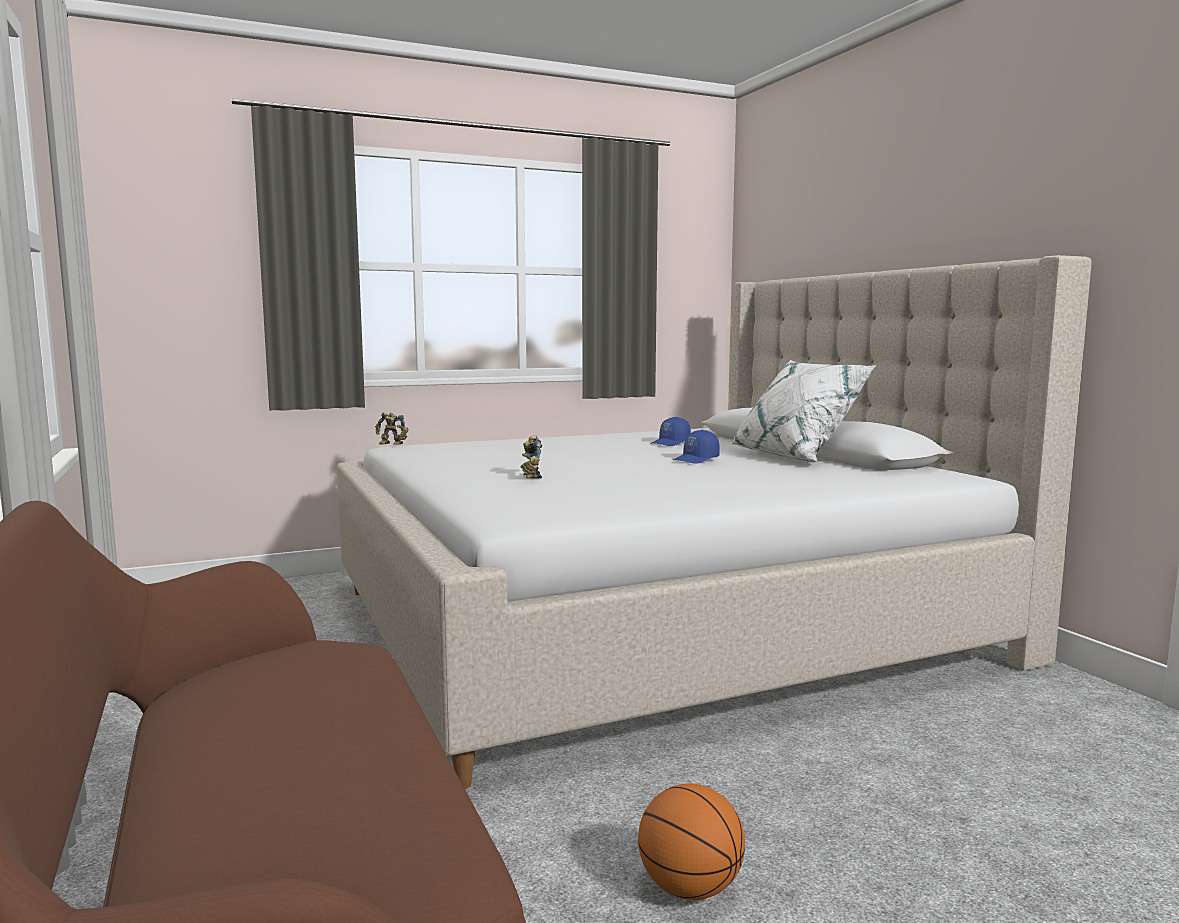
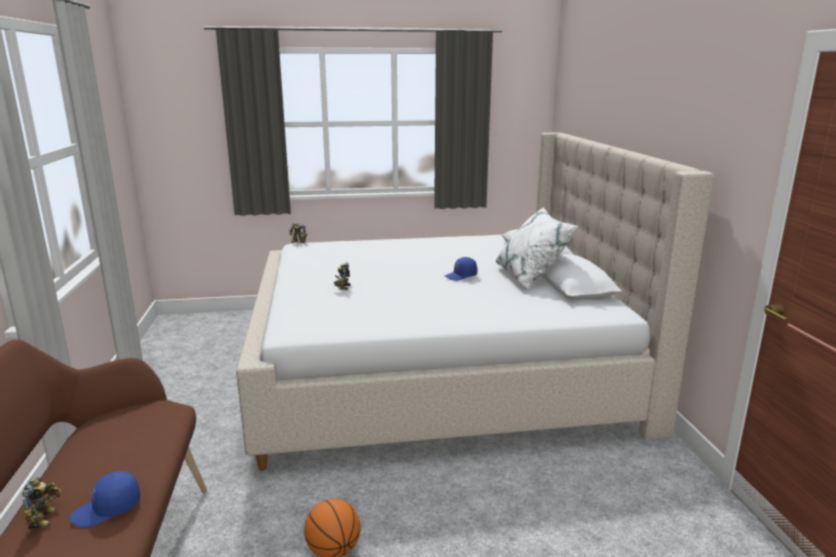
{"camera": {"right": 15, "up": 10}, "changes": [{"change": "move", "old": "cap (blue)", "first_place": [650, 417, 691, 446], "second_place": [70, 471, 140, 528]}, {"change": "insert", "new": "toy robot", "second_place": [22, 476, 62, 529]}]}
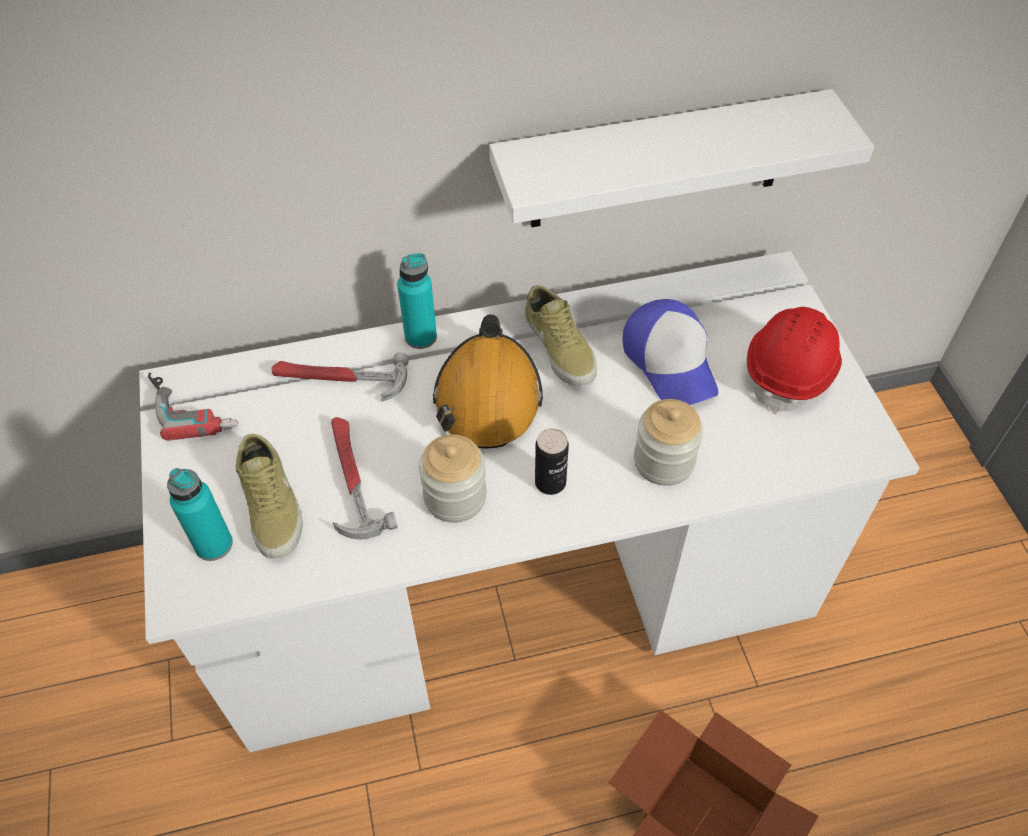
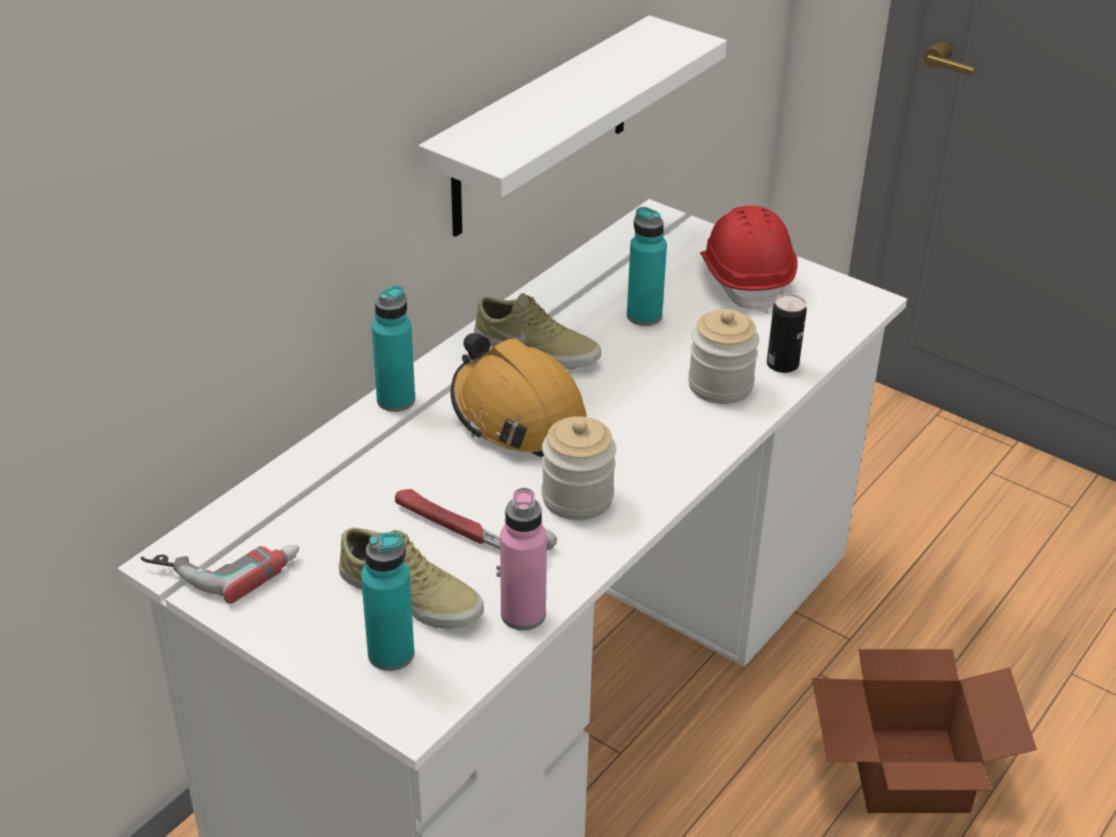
{"camera": {"right": -40, "up": -15}, "changes": [{"change": "delete", "old": "hammer", "first_place": [271, 352, 409, 402]}, {"change": "move", "old": "can", "first_place": [535, 428, 569, 495], "second_place": [767, 294, 807, 373]}, {"change": "replace", "old": "cap", "new": "bottle (turquoise)", "first_place": [623, 299, 718, 405], "second_place": [627, 207, 667, 326]}, {"change": "insert", "new": "bottle (pink)", "second_place": [500, 488, 547, 630]}]}
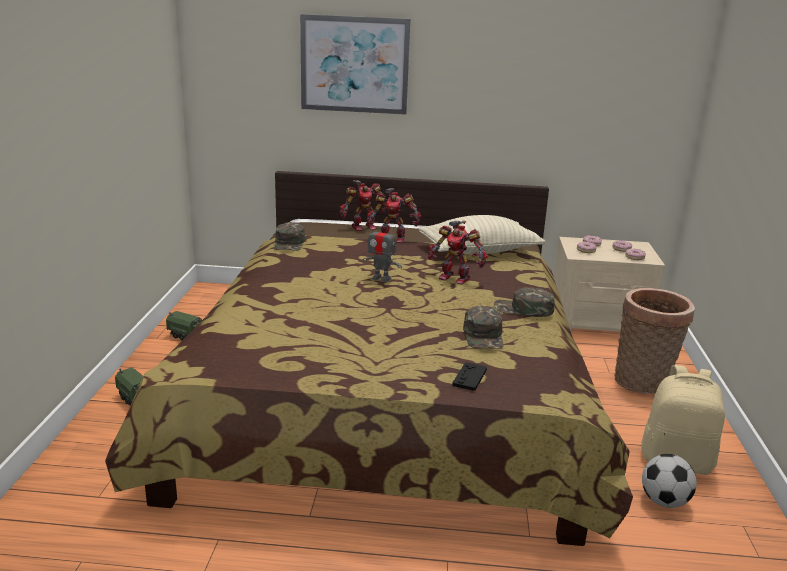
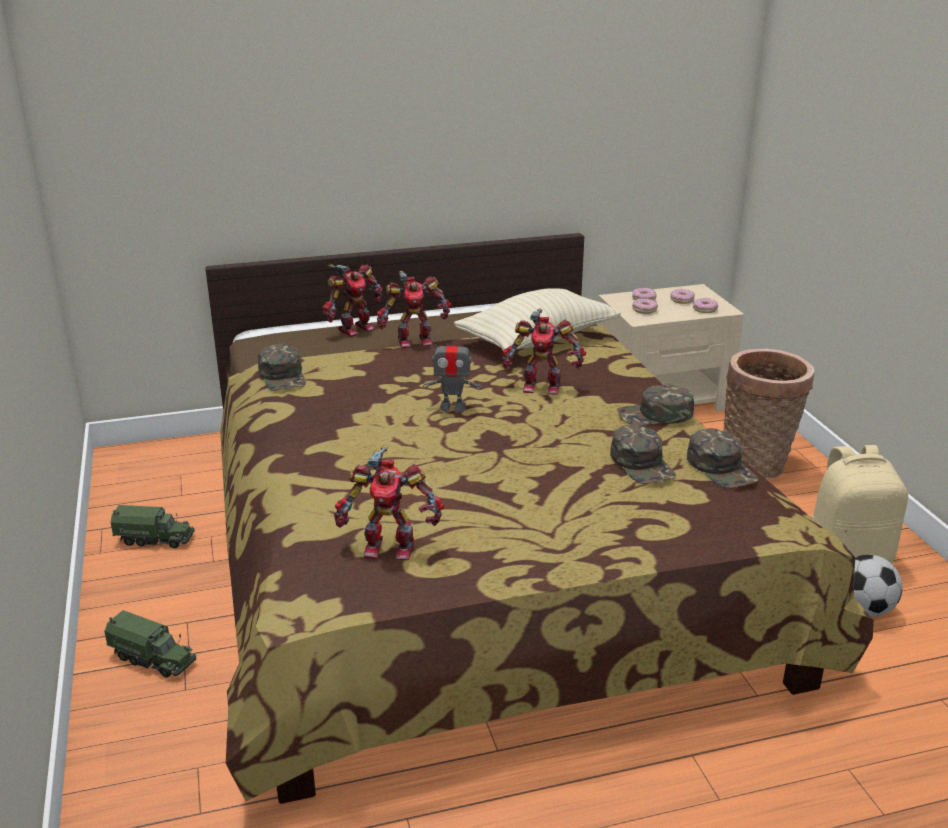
{"camera": {"right": -20, "up": 5}, "changes": [{"change": "delete", "old": "picture", "first_place": [300, 14, 410, 115]}, {"change": "delete", "old": "game controller (black)", "first_place": [452, 362, 487, 391]}, {"change": "insert", "new": "toy robot", "second_place": [334, 445, 444, 560]}, {"change": "insert", "new": "cap (green)", "second_place": [687, 428, 758, 488]}]}
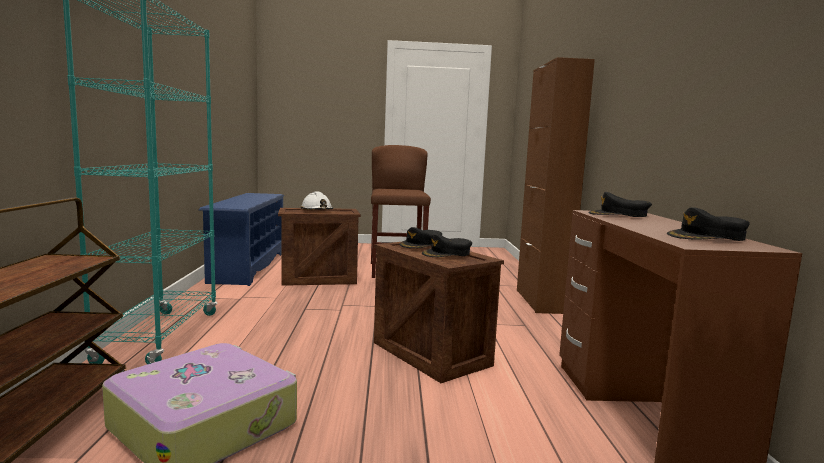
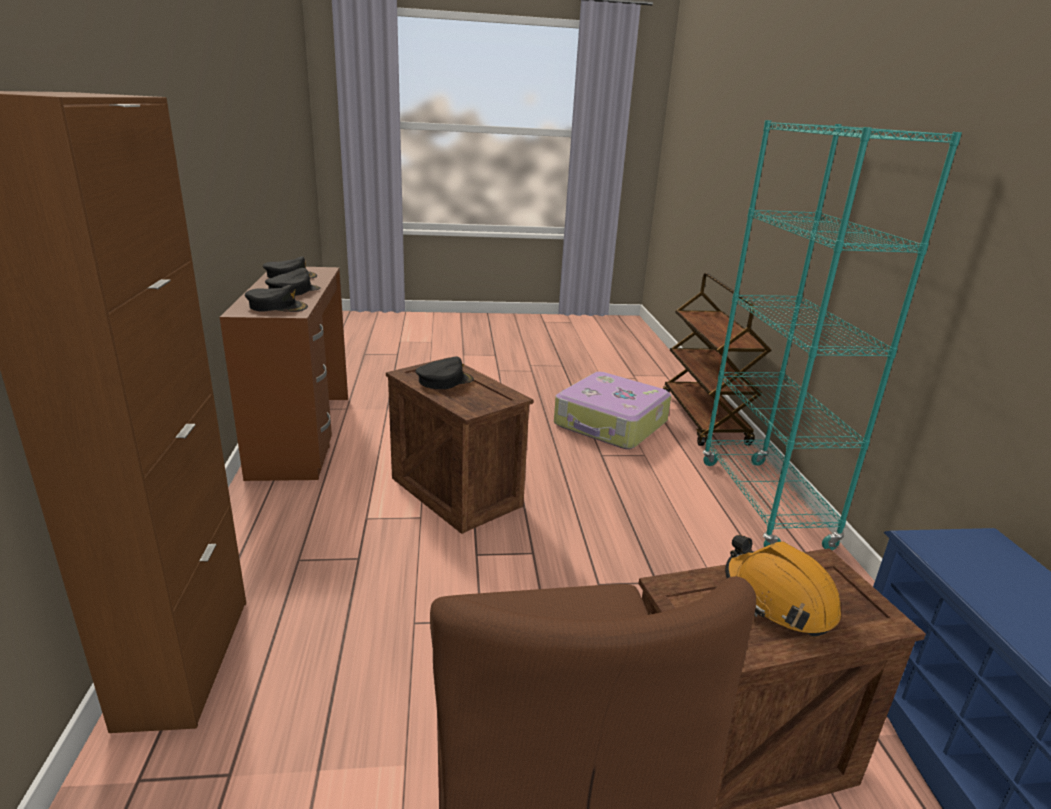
{"camera": {"right": 175, "up": 15}, "changes": [{"change": "recolor", "old": "hard hat (white)", "new": "hard hat (orange)", "first_place": [301, 192, 333, 210], "second_place": [725, 535, 841, 637]}, {"change": "move", "old": "cap (black)", "first_place": [399, 227, 442, 248], "second_place": [265, 268, 321, 296]}]}
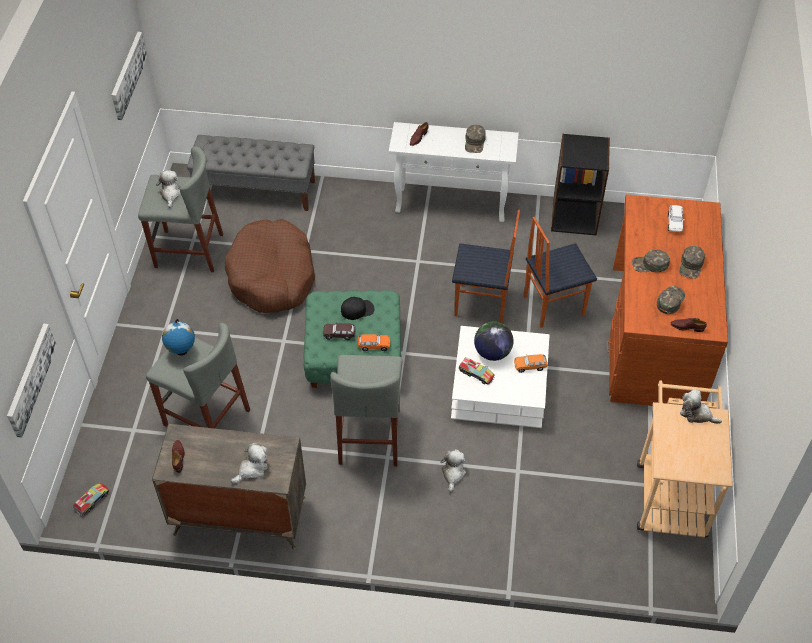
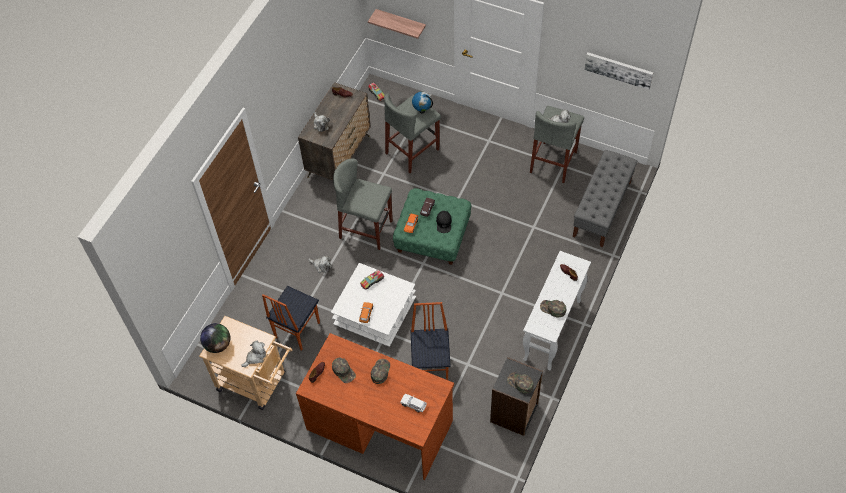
{"camera": {"right": 110, "up": 5}, "changes": [{"change": "replace", "old": "picture", "new": "shelf", "first_place": [7, 324, 57, 438], "second_place": [368, 9, 426, 39]}, {"change": "delete", "old": "dog bed (brown)", "first_place": [225, 219, 315, 313]}, {"change": "move", "old": "chair", "first_place": [452, 210, 520, 323], "second_place": [262, 286, 320, 351]}, {"change": "move", "old": "globe", "first_place": [474, 321, 514, 361], "second_place": [200, 323, 230, 353]}, {"change": "move", "old": "cap (green)", "first_place": [679, 246, 705, 279], "second_place": [507, 373, 534, 393]}]}
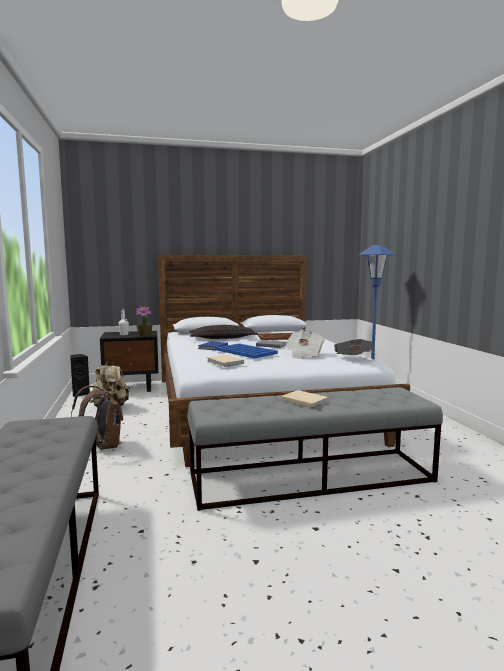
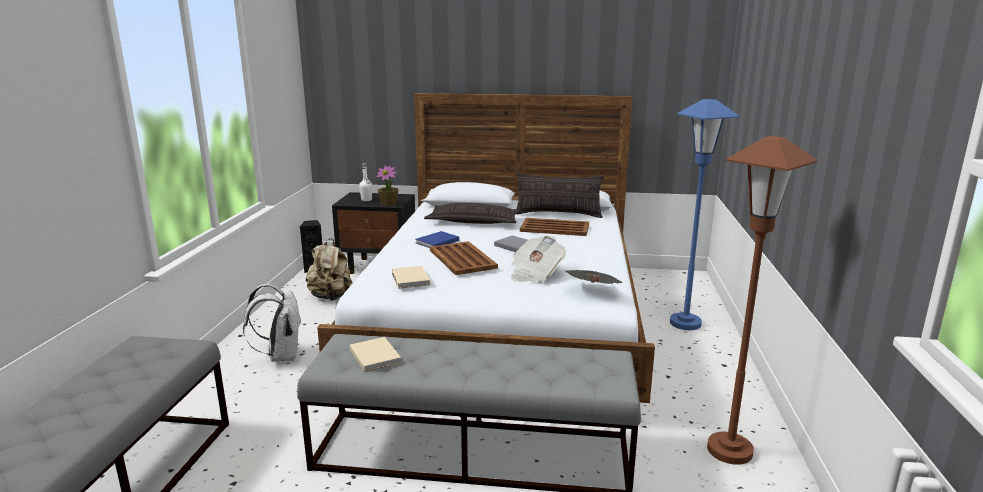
{"camera": {"right": 20, "up": 10}, "changes": [{"change": "recolor", "old": "backpack (brown)", "new": "backpack (white)", "first_place": [71, 385, 123, 450], "second_place": [243, 284, 302, 362]}, {"change": "recolor", "old": "tray (blue)", "new": "tray (brown)", "first_place": [216, 343, 278, 359], "second_place": [430, 241, 498, 275]}, {"change": "move", "old": "book (beige)", "first_place": [281, 390, 328, 408], "second_place": [350, 337, 401, 372]}, {"change": "insert", "new": "pillow", "second_place": [516, 172, 604, 218]}, {"change": "insert", "new": "floor lamp (brown)", "second_place": [707, 136, 818, 465]}]}
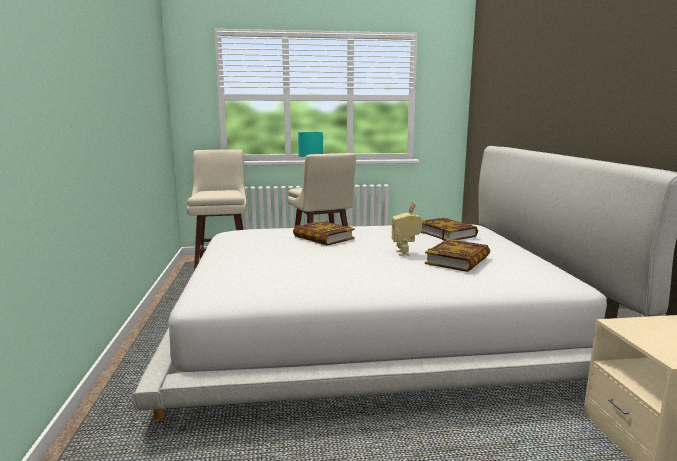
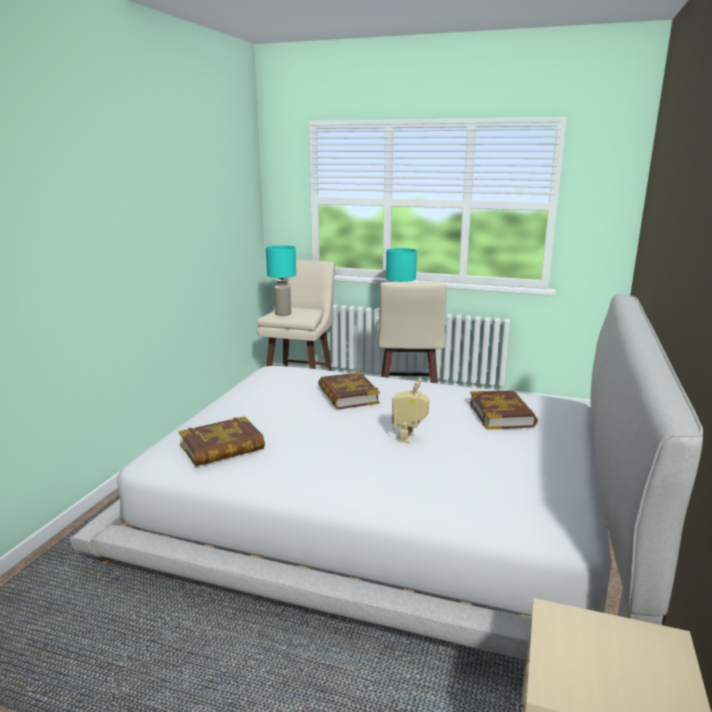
{"camera": {"right": 25, "up": 5}, "changes": [{"change": "move", "old": "book", "first_place": [425, 239, 490, 272], "second_place": [179, 416, 265, 466]}, {"change": "insert", "new": "table lamp (turquoise)", "second_place": [266, 245, 296, 316]}]}
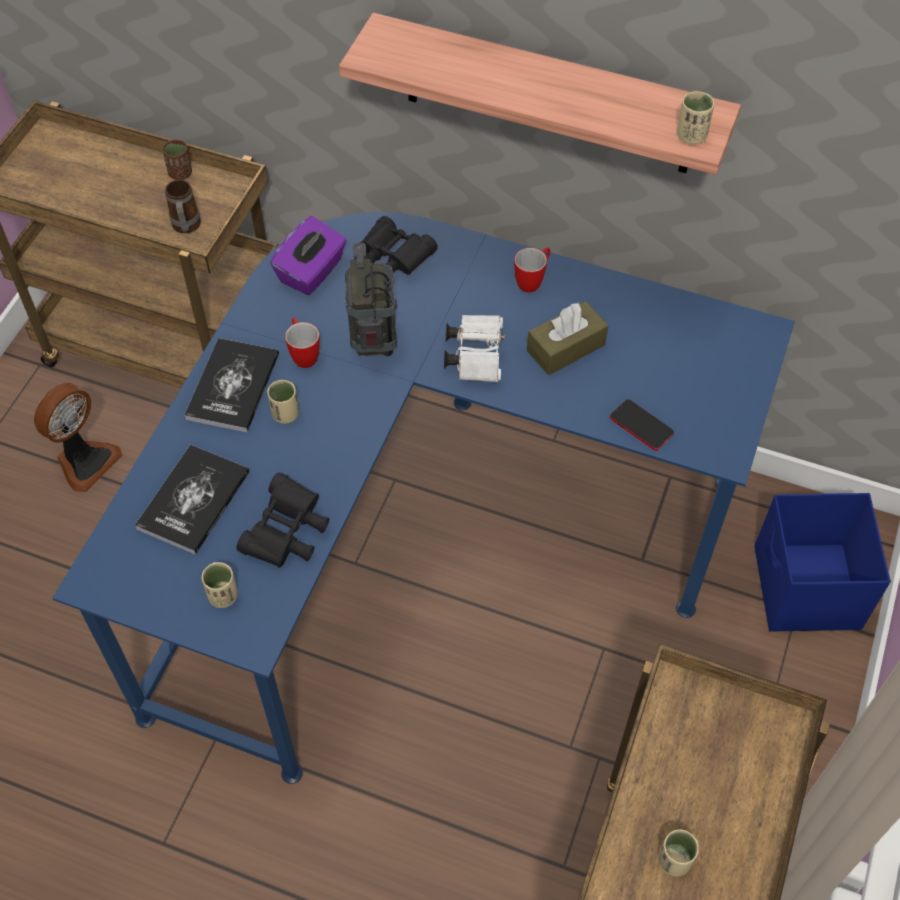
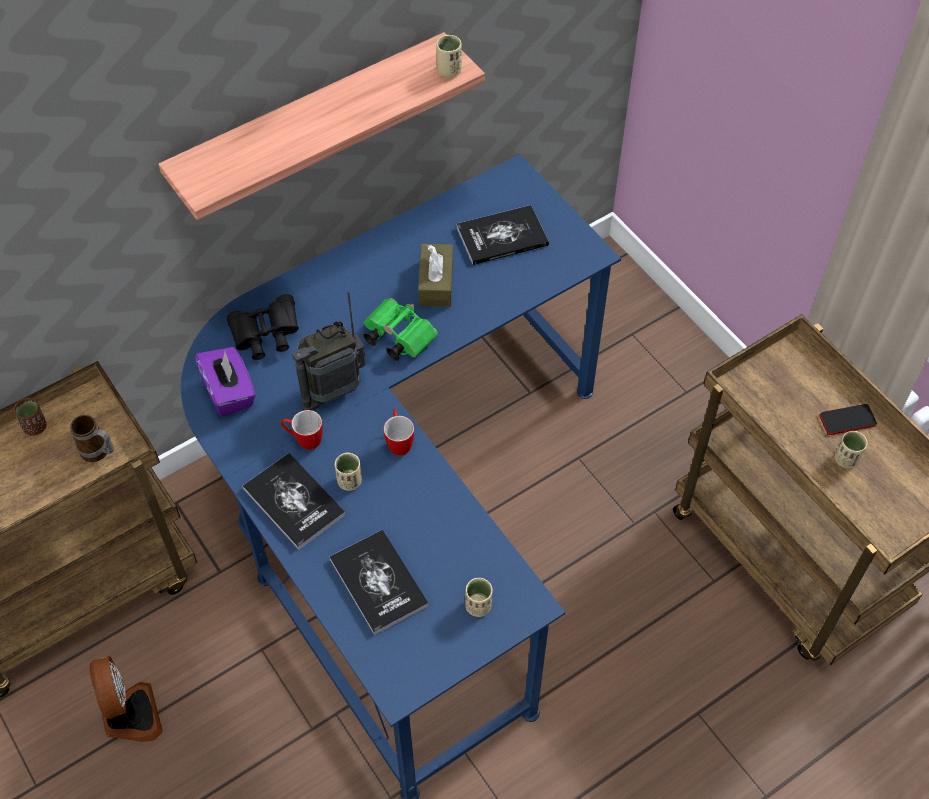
{"camera": {"right": -55, "up": 0}, "changes": [{"change": "delete", "old": "binoculars (black)", "first_place": [236, 473, 329, 568]}, {"change": "rotate", "old": "radio", "first_place": [344, 243, 397, 356], "second_place": [292, 291, 365, 410], "degrees": -60}, {"change": "recolor", "old": "binoculars (white)", "new": "binoculars (green)", "first_place": [444, 315, 505, 382], "second_place": [363, 298, 438, 361]}, {"change": "move", "old": "mug", "first_place": [514, 248, 551, 292], "second_place": [383, 409, 414, 456]}, {"change": "move", "old": "phone", "first_place": [610, 399, 674, 451], "second_place": [819, 404, 877, 435]}, {"change": "delete", "old": "storage box (blue)", "first_place": [754, 493, 891, 632]}, {"change": "insert", "new": "book", "second_place": [457, 205, 549, 265]}]}
